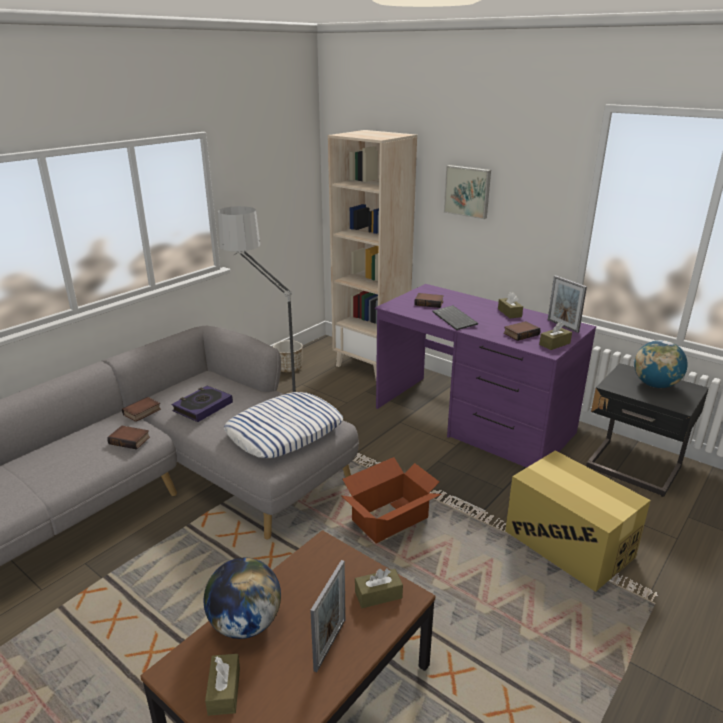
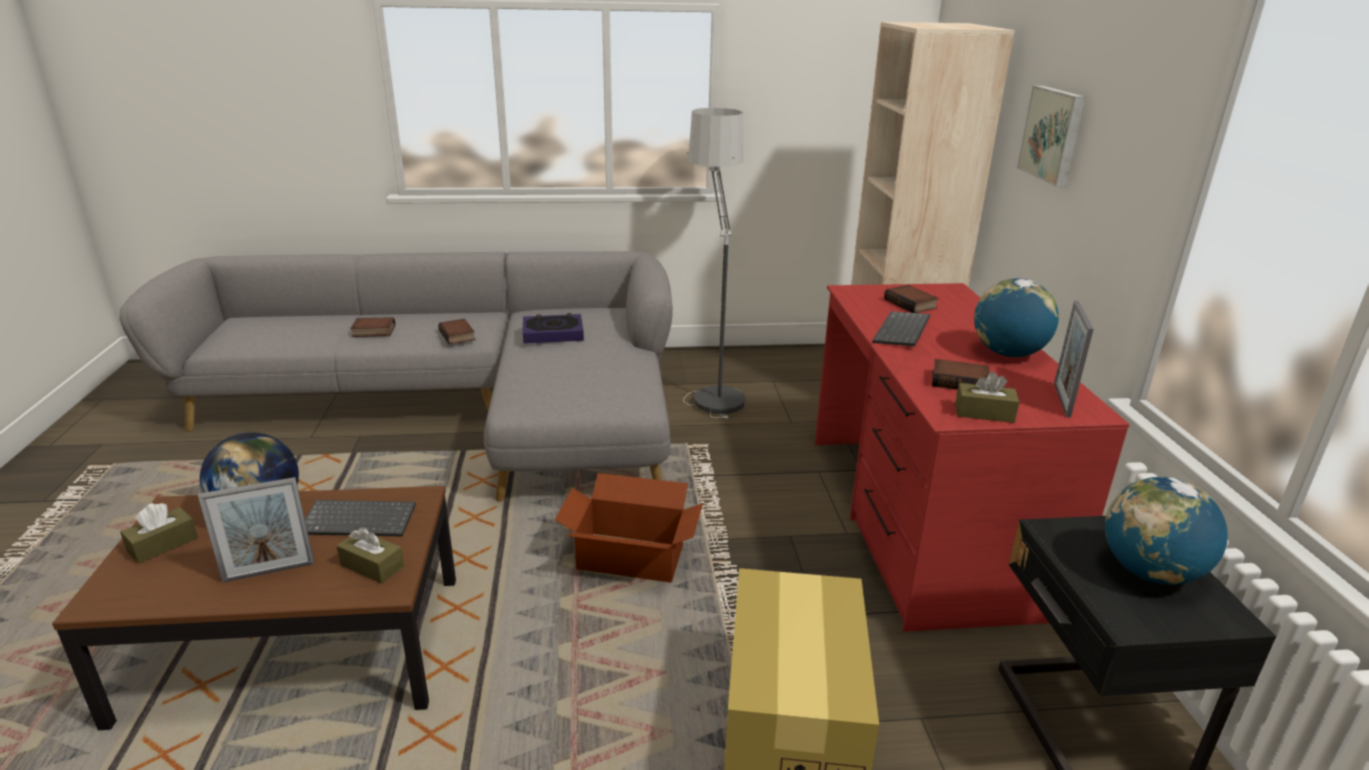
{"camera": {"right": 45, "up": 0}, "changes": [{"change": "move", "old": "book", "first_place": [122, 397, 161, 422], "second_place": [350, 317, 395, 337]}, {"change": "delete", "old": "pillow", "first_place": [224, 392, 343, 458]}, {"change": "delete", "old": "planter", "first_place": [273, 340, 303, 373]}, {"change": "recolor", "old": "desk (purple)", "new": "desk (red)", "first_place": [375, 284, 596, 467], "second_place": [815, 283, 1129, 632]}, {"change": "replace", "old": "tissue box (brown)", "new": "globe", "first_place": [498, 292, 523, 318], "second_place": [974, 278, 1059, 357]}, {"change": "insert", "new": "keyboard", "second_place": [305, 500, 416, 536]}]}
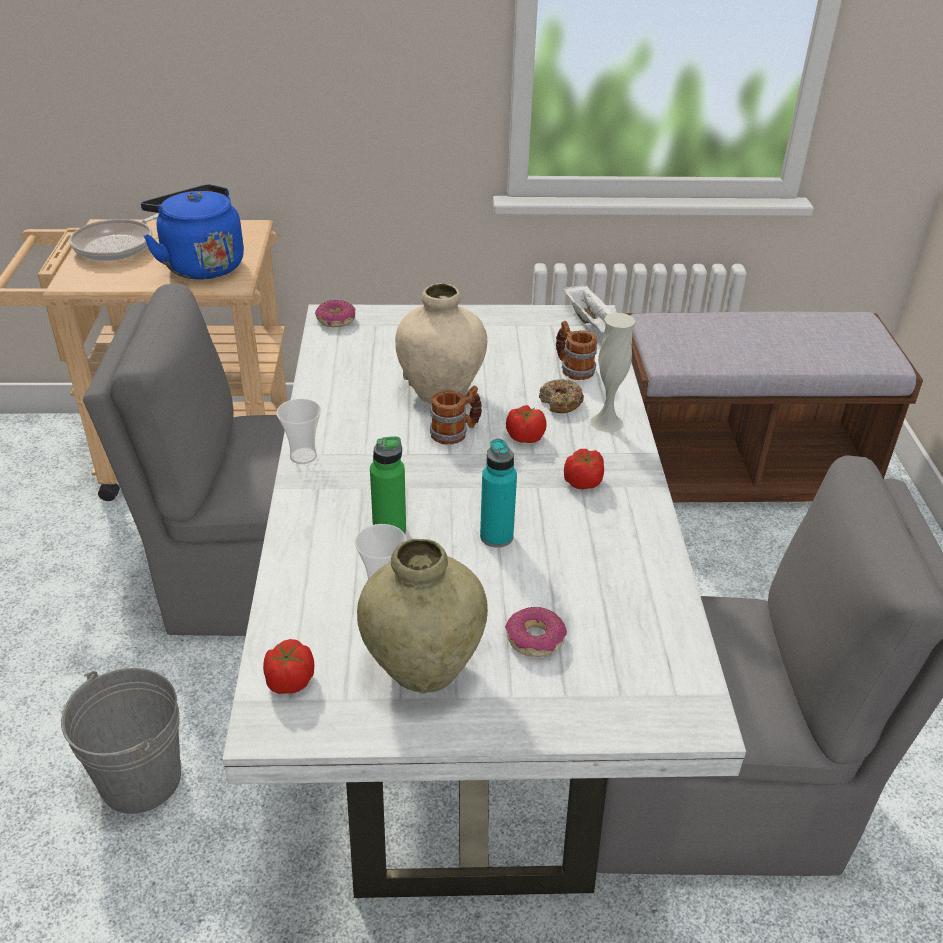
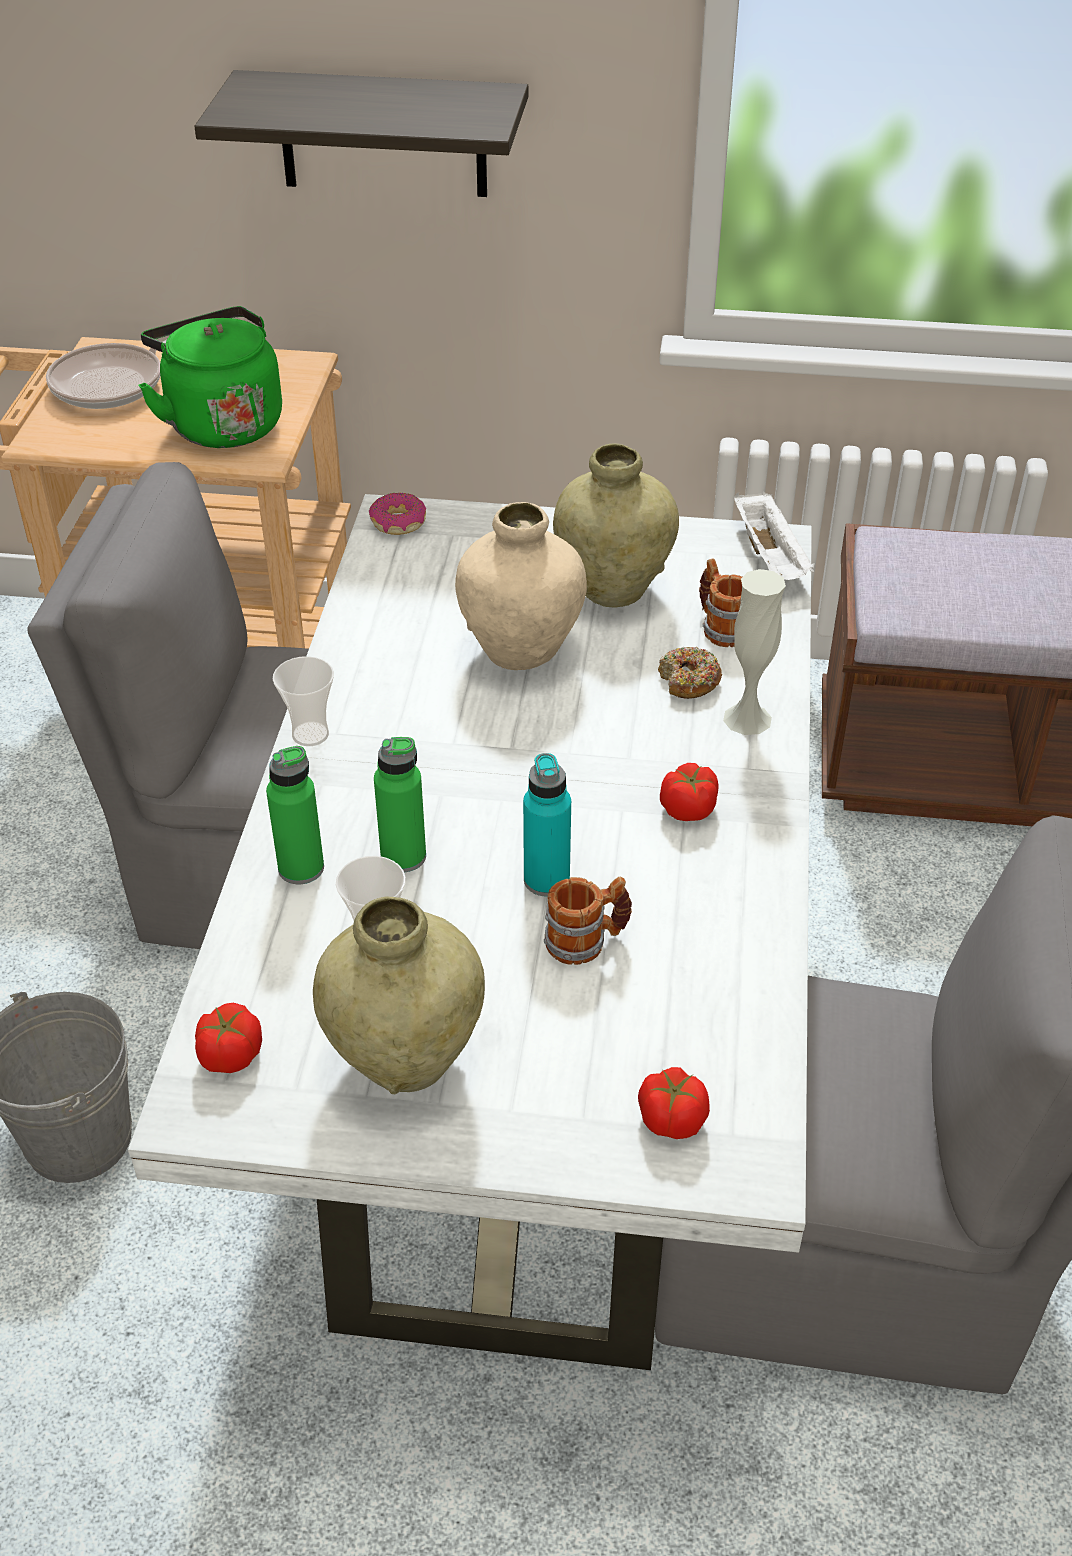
{"camera": {"right": 10, "up": 5}, "changes": [{"change": "recolor", "old": "kettle (blue)", "new": "kettle (green)", "first_place": [141, 184, 244, 280], "second_place": [138, 306, 282, 448]}, {"change": "move", "old": "mug", "first_place": [430, 386, 482, 445], "second_place": [544, 877, 632, 965]}, {"change": "delete", "old": "donut", "first_place": [505, 607, 567, 657]}, {"change": "move", "old": "tomato", "first_place": [506, 405, 546, 443], "second_place": [638, 1067, 710, 1139]}, {"change": "insert", "new": "shelf", "second_place": [194, 70, 529, 197]}, {"change": "insert", "new": "bottle (green)", "second_place": [266, 746, 324, 884]}, {"change": "insert", "new": "vase (beige)", "second_place": [553, 443, 679, 608]}]}
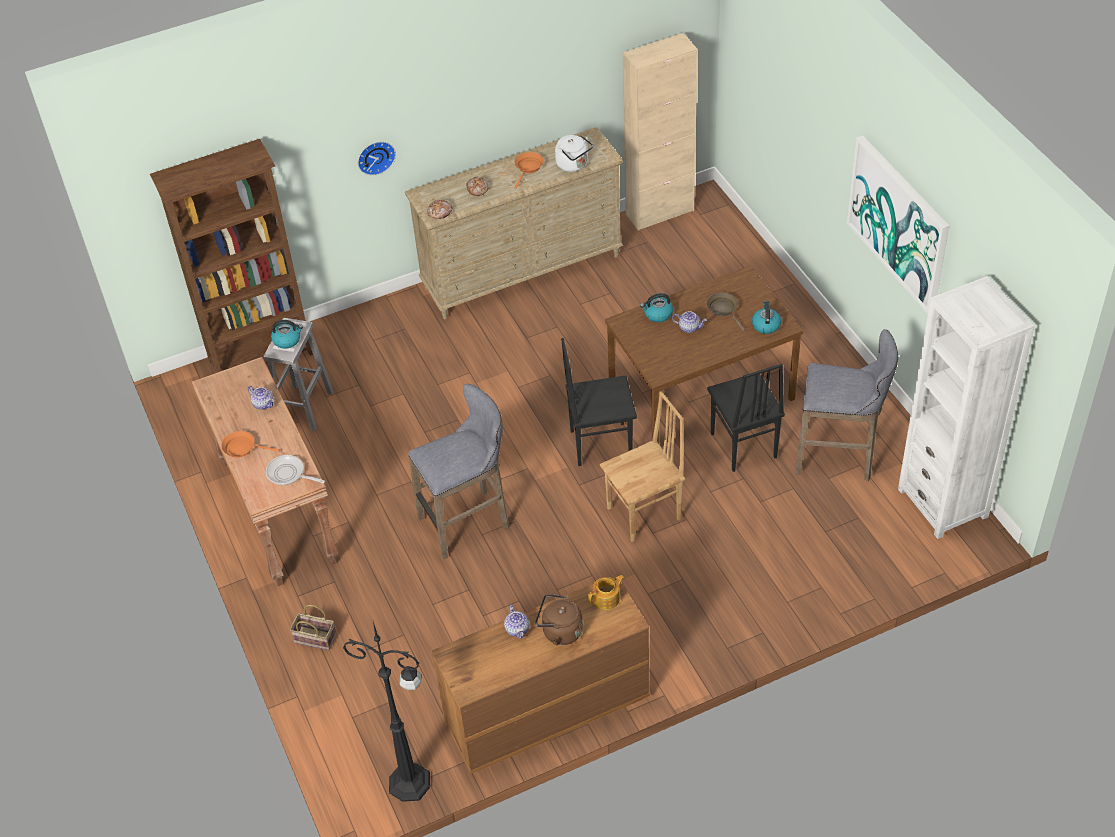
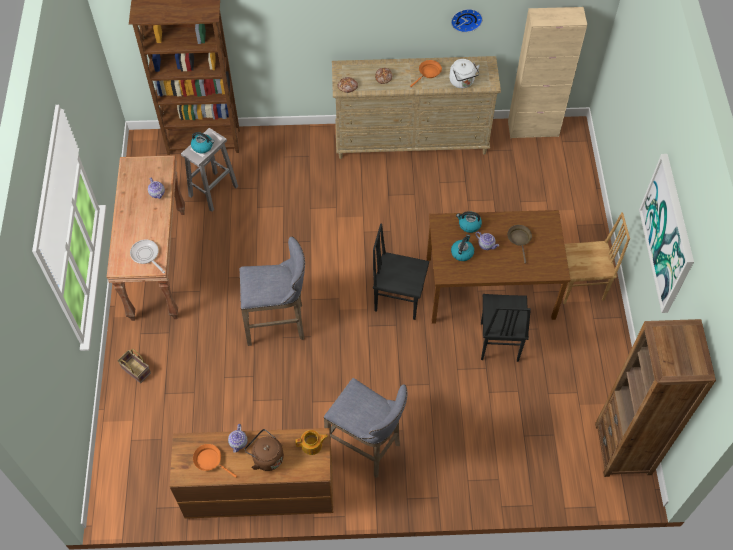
{"camera": {"right": 20, "up": 10}, "changes": [{"change": "move", "old": "frying pan (orange)", "first_place": [221, 431, 280, 458], "second_place": [193, 444, 237, 478]}, {"change": "delete", "old": "floor lamp (black)", "first_place": [343, 622, 430, 802]}, {"change": "move", "old": "wall clock", "first_place": [358, 141, 396, 176], "second_place": [451, 9, 483, 32]}, {"change": "move", "old": "chair (brown)", "first_place": [600, 391, 685, 542], "second_place": [563, 212, 630, 304]}, {"change": "move", "old": "kettle", "first_place": [752, 301, 781, 334], "second_place": [451, 234, 474, 261]}, {"change": "move", "old": "stool (grey)", "first_place": [795, 329, 898, 481], "second_place": [324, 378, 407, 478]}, {"change": "recolor", "old": "bookcase (white)", "new": "bookcase (brown)", "first_place": [898, 276, 1035, 539], "second_place": [595, 319, 716, 477]}]}
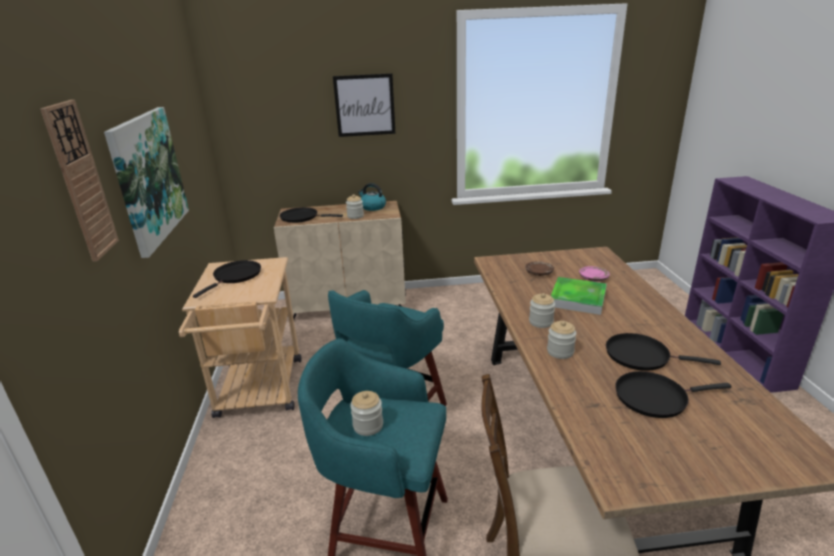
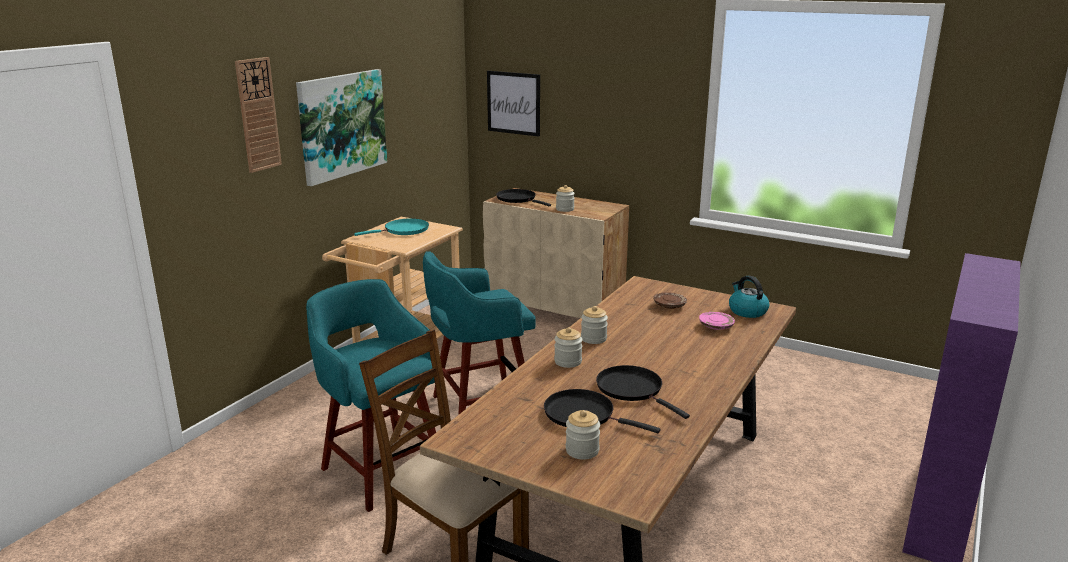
{"camera": {"right": 35, "up": -5}, "changes": [{"change": "recolor", "old": "frying pan (black)", "new": "frying pan (turquoise)", "first_place": [193, 260, 261, 298], "second_place": [354, 218, 429, 236]}, {"change": "move", "old": "picture", "first_place": [333, 73, 395, 137], "second_place": [487, 71, 540, 137]}, {"change": "move", "old": "jar", "first_place": [350, 391, 383, 436], "second_place": [566, 410, 600, 460]}, {"change": "move", "old": "kettle", "first_place": [358, 183, 386, 211], "second_place": [729, 276, 769, 318]}, {"change": "delete", "old": "tray", "first_place": [551, 277, 607, 315]}]}
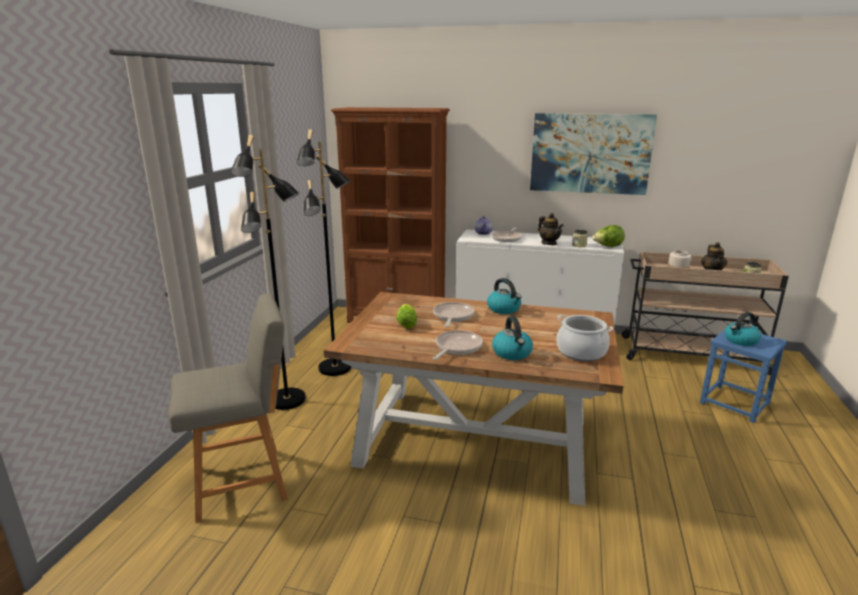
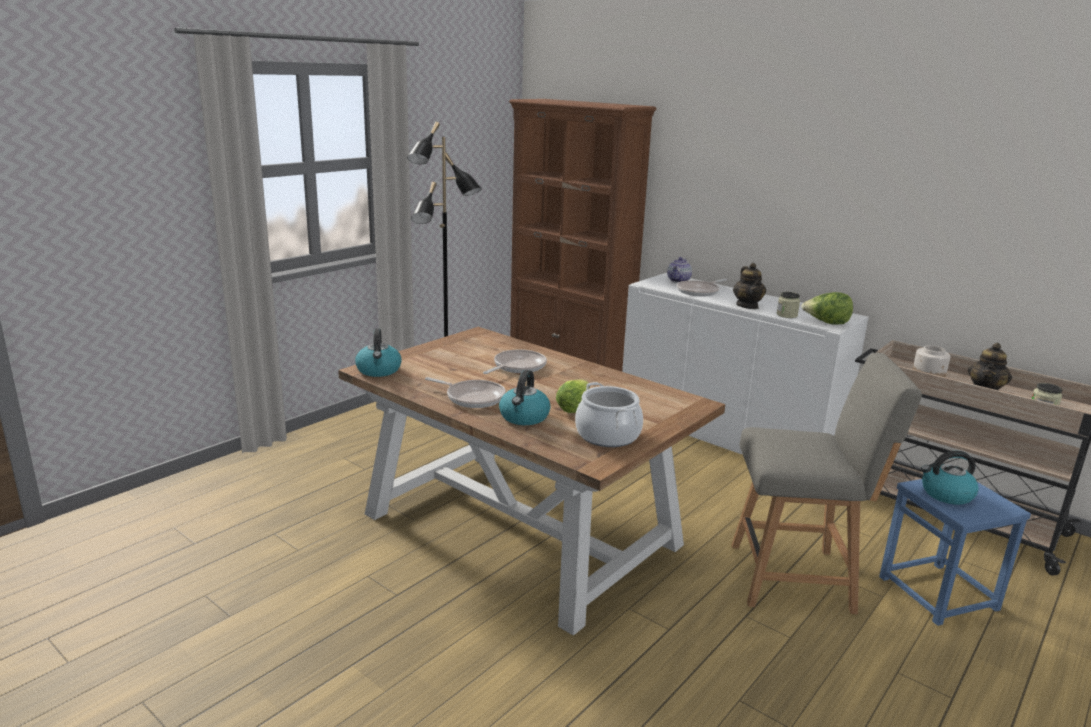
{"camera": {"right": 25, "up": 0}, "changes": [{"change": "move", "old": "chair (grey)", "first_place": [168, 293, 288, 523], "second_place": [732, 353, 922, 614]}, {"change": "delete", "old": "floor lamp (black)", "first_place": [231, 135, 306, 410]}, {"change": "move", "old": "lettuce", "first_place": [396, 304, 417, 329], "second_place": [556, 379, 590, 413]}, {"change": "rotate", "old": "frying pan", "first_place": [433, 330, 483, 360], "second_place": [425, 377, 506, 408], "degrees": 60}, {"change": "move", "old": "kettle", "first_place": [487, 278, 521, 314], "second_place": [355, 328, 402, 377]}, {"change": "delete", "old": "picture", "first_place": [530, 113, 657, 195]}]}
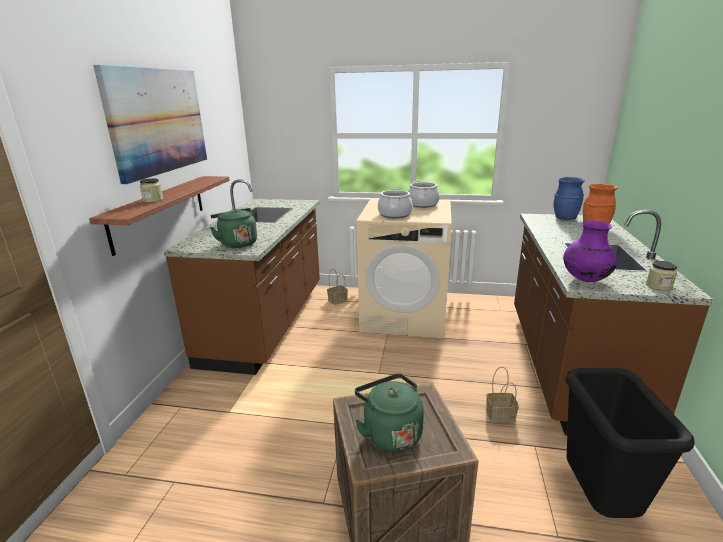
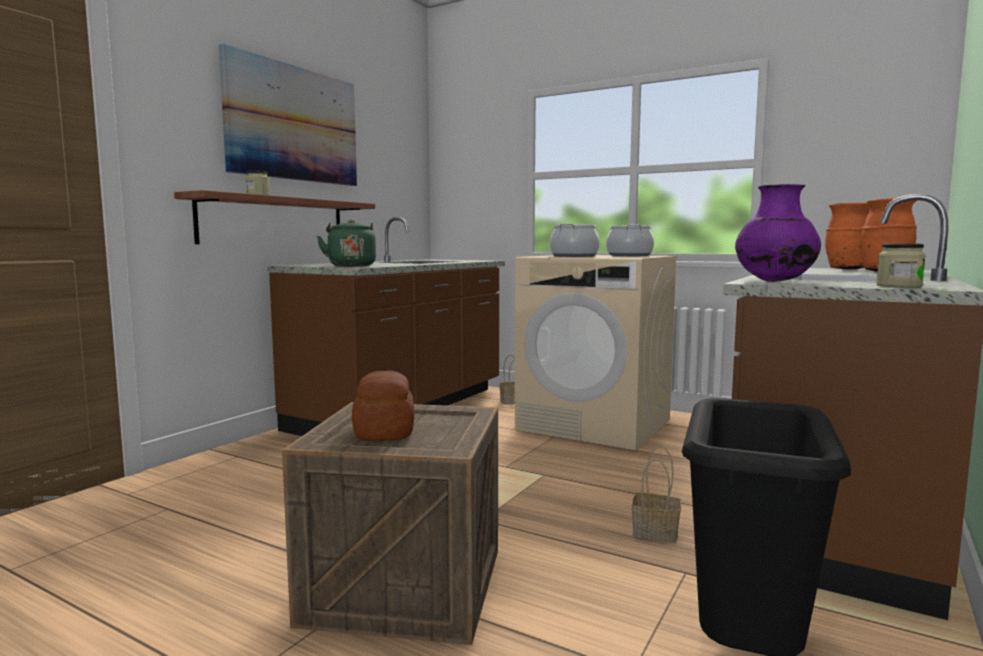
{"camera": {"right": 20, "up": -15}, "changes": [{"change": "replace", "old": "kettle (green)", "new": "bread", "first_place": [355, 373, 424, 452], "second_place": [352, 371, 415, 441]}, {"change": "recolor", "old": "vase (blue)", "new": "vase (orange)", "first_place": [553, 177, 585, 220], "second_place": [825, 203, 869, 269]}]}
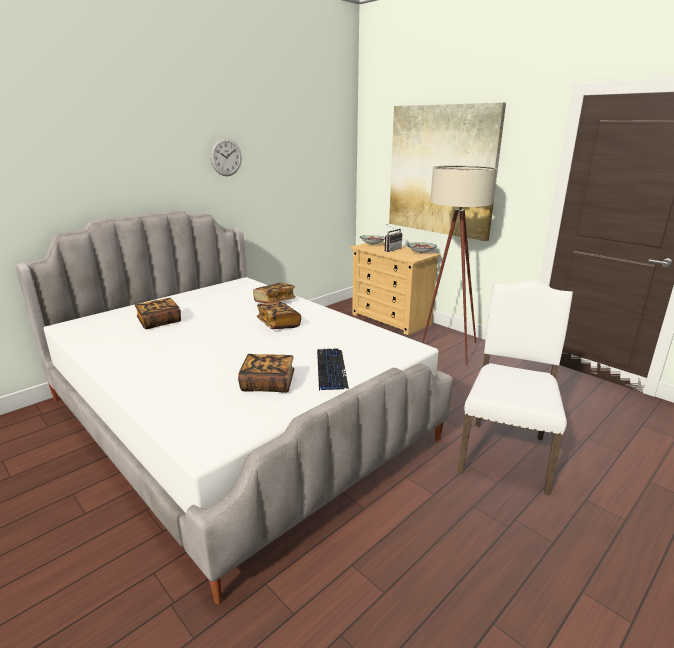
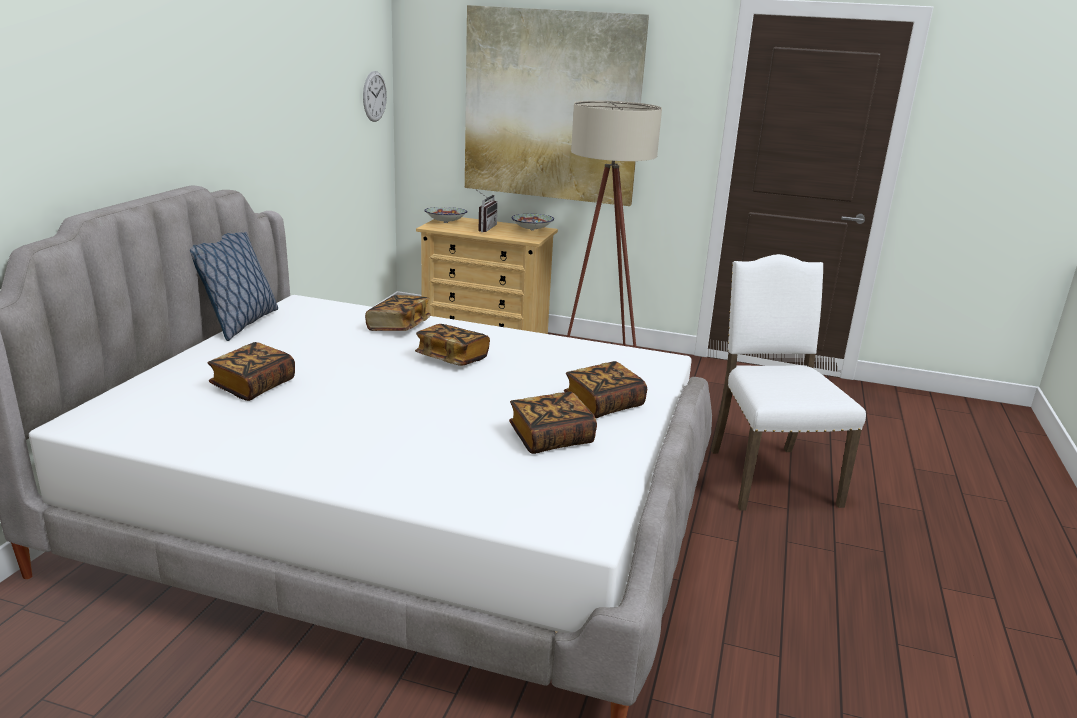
{"camera": {"right": -30, "up": 0}, "changes": [{"change": "move", "old": "wall clock", "first_place": [210, 138, 242, 176], "second_place": [363, 71, 387, 122]}, {"change": "replace", "old": "keyboard", "new": "book", "first_place": [317, 349, 349, 390], "second_place": [564, 361, 647, 418]}, {"change": "insert", "new": "pillow", "second_place": [190, 232, 278, 341]}]}
